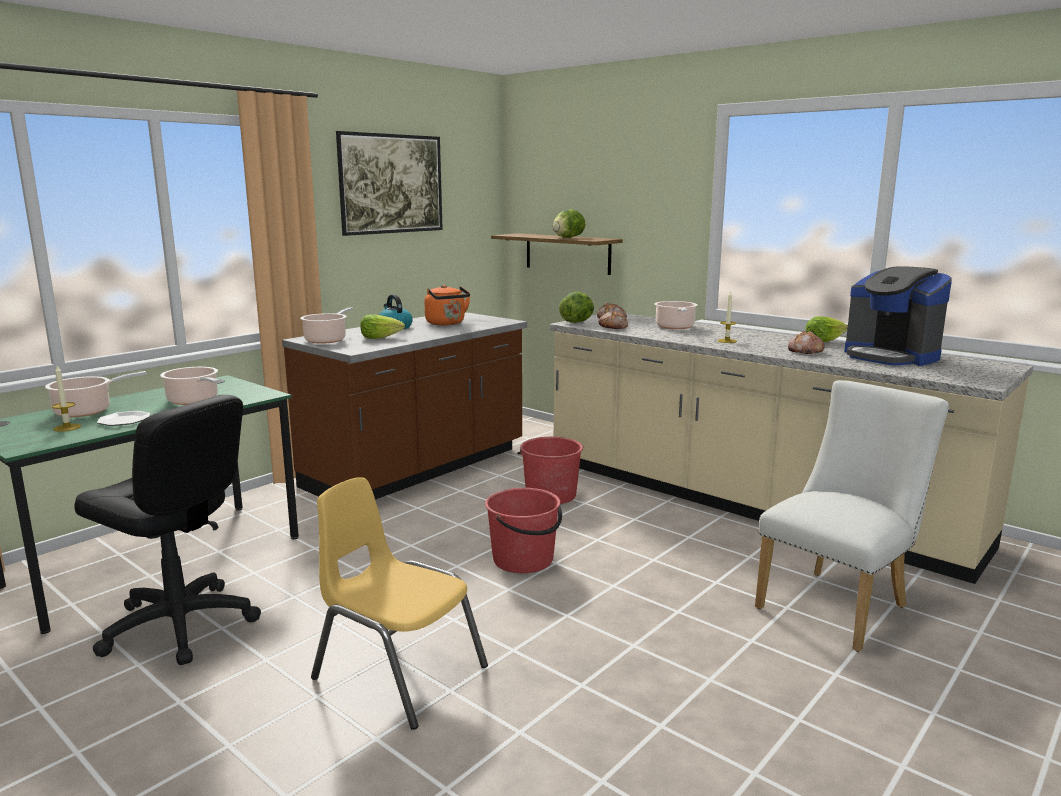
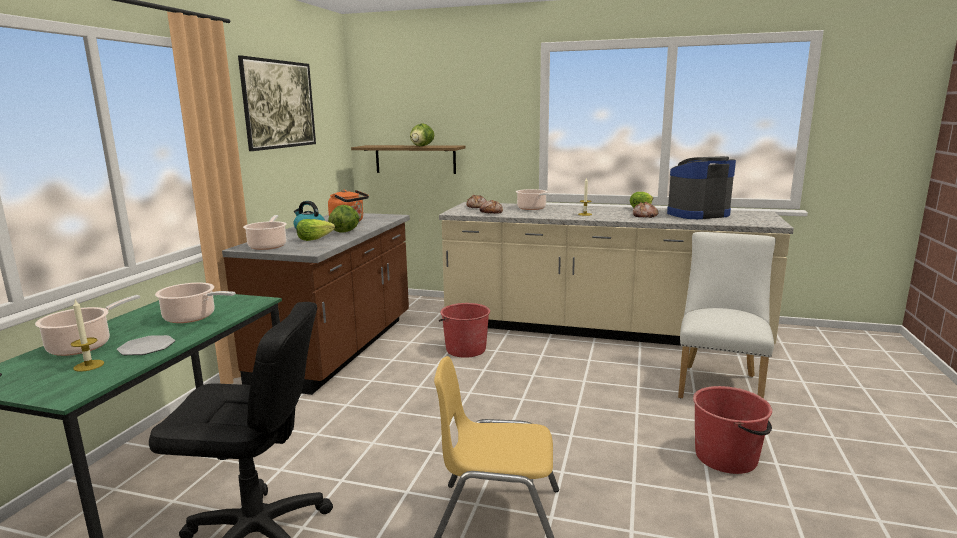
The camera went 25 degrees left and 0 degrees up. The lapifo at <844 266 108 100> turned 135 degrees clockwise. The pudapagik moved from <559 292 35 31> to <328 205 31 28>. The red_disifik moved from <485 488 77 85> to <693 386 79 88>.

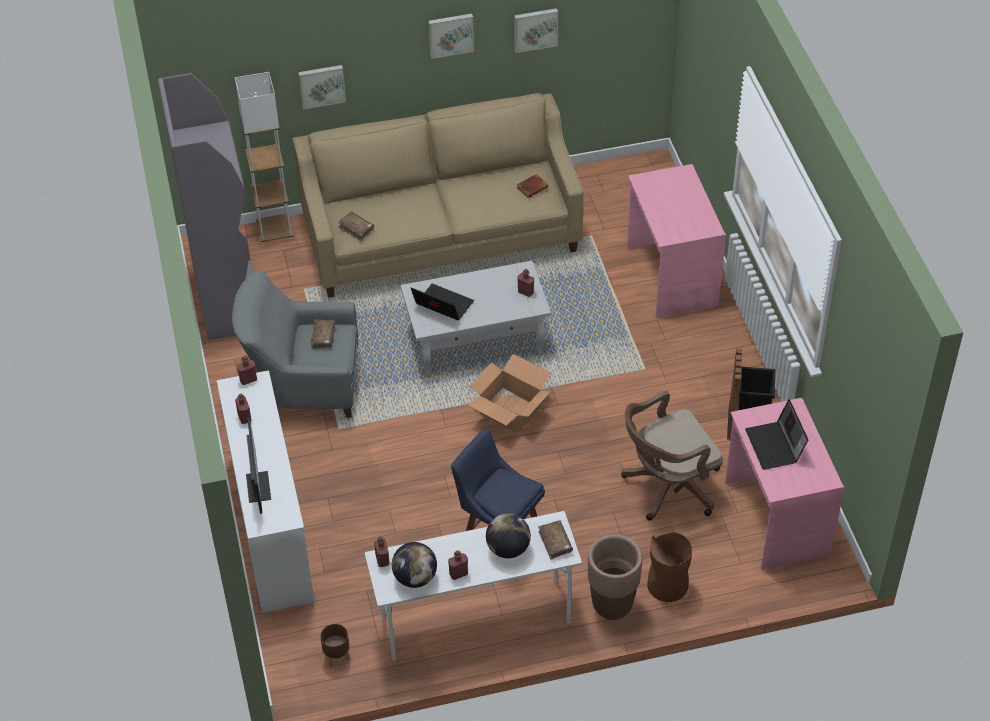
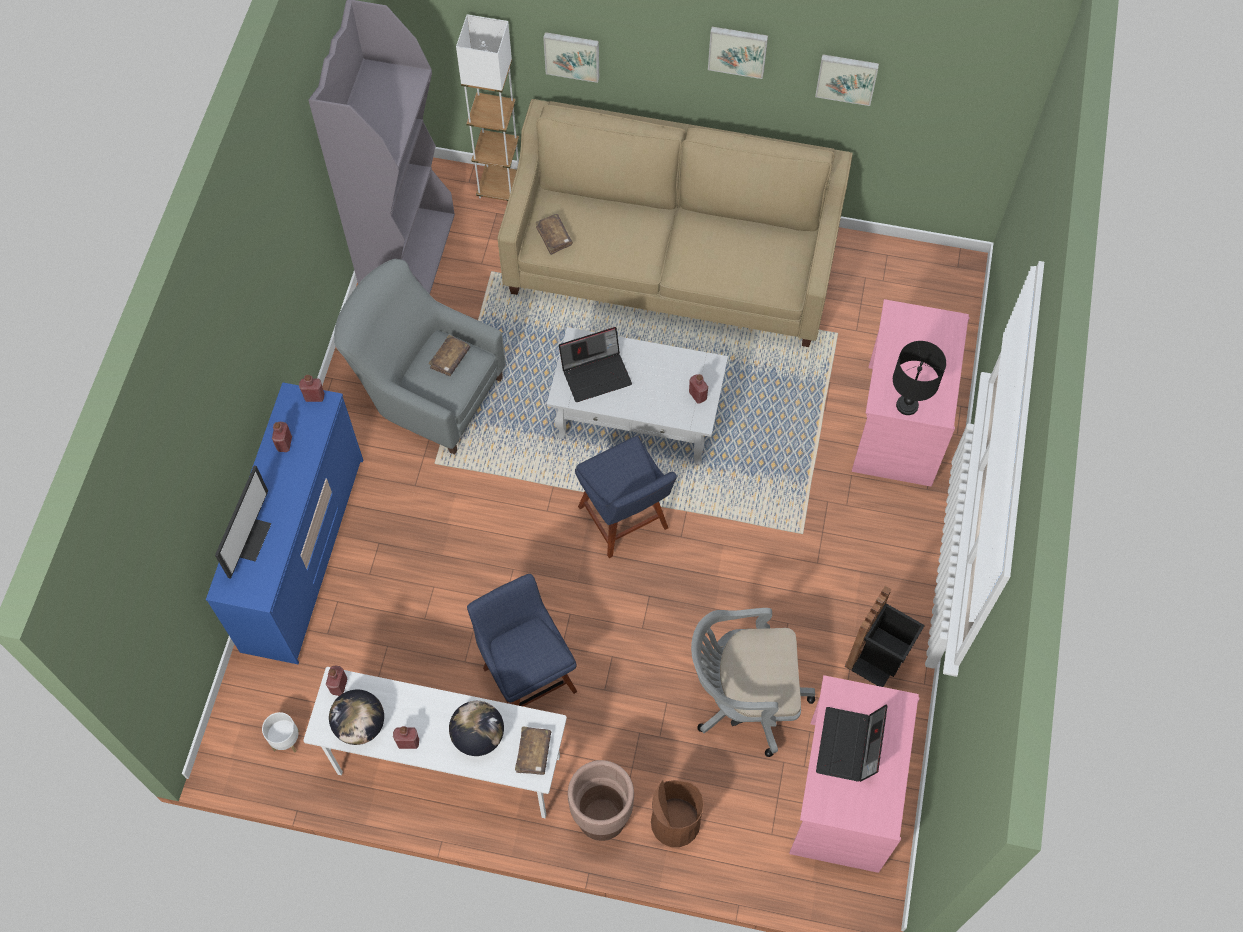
The camera went 25 degrees right and 15 degrees up. The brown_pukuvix at <516 174 32 24> disappeared. The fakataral at <411 284 63 36> turned 105 degrees clockwise. The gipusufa at <468 354 83 79> was replaced by the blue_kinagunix at <575 436 102 122>. The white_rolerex at <217 370 98 243> became the blue_rolerex at <206 382 157 282>. The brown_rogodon at <621 391 102 130> became the grey_rogodon at <691 608 124 149>. The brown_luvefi at <320 624 30 43> became the white_luvefi at <262 712 38 40>. The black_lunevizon at <893 341 53 74> appeared.

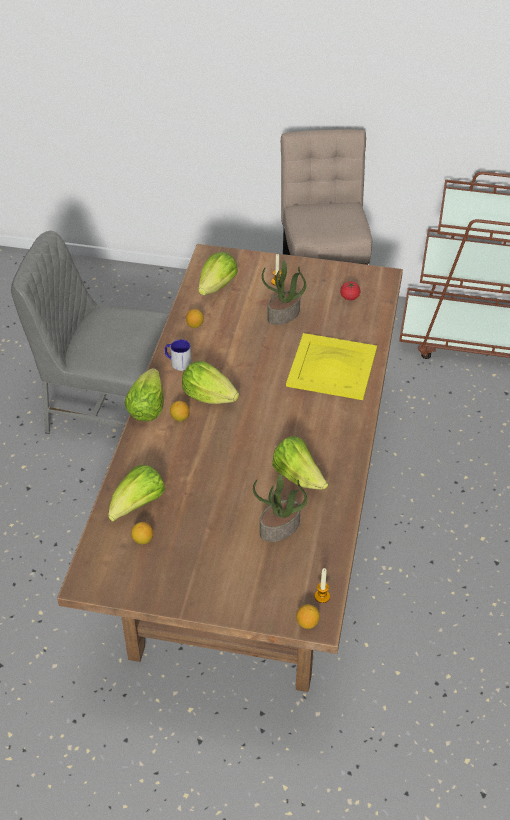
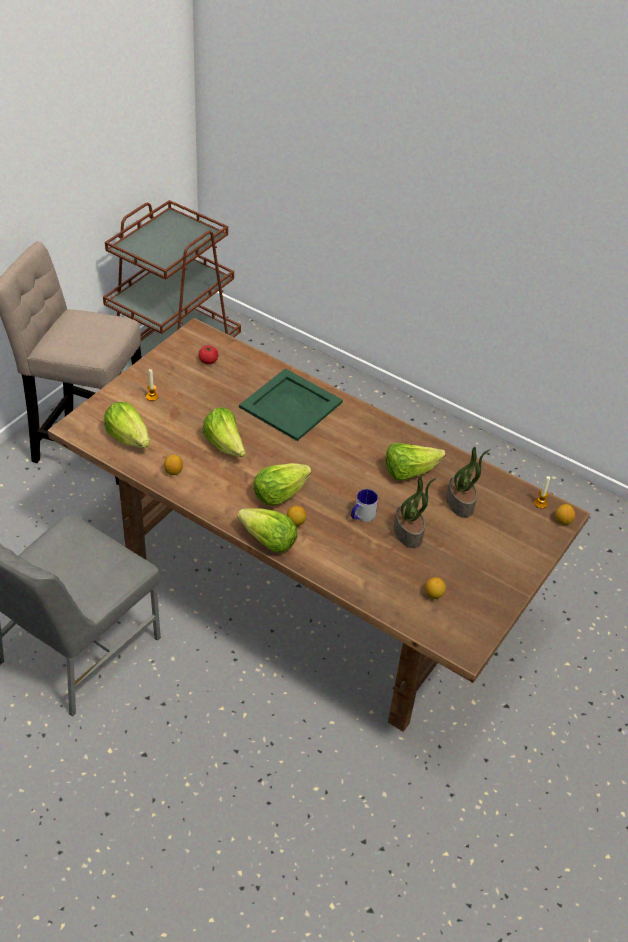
The camera went 70 degrees left and 0 degrees up. The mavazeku moved from <262 261 44 64> to <394 475 43 73>. The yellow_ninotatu at <286 333 91 67> became the green_ninotatu at <239 368 104 73>. The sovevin moved from <164 339 28 32> to <351 489 27 33>. The pudapagik moved from <108 465 57 57> to <203 407 43 50>.

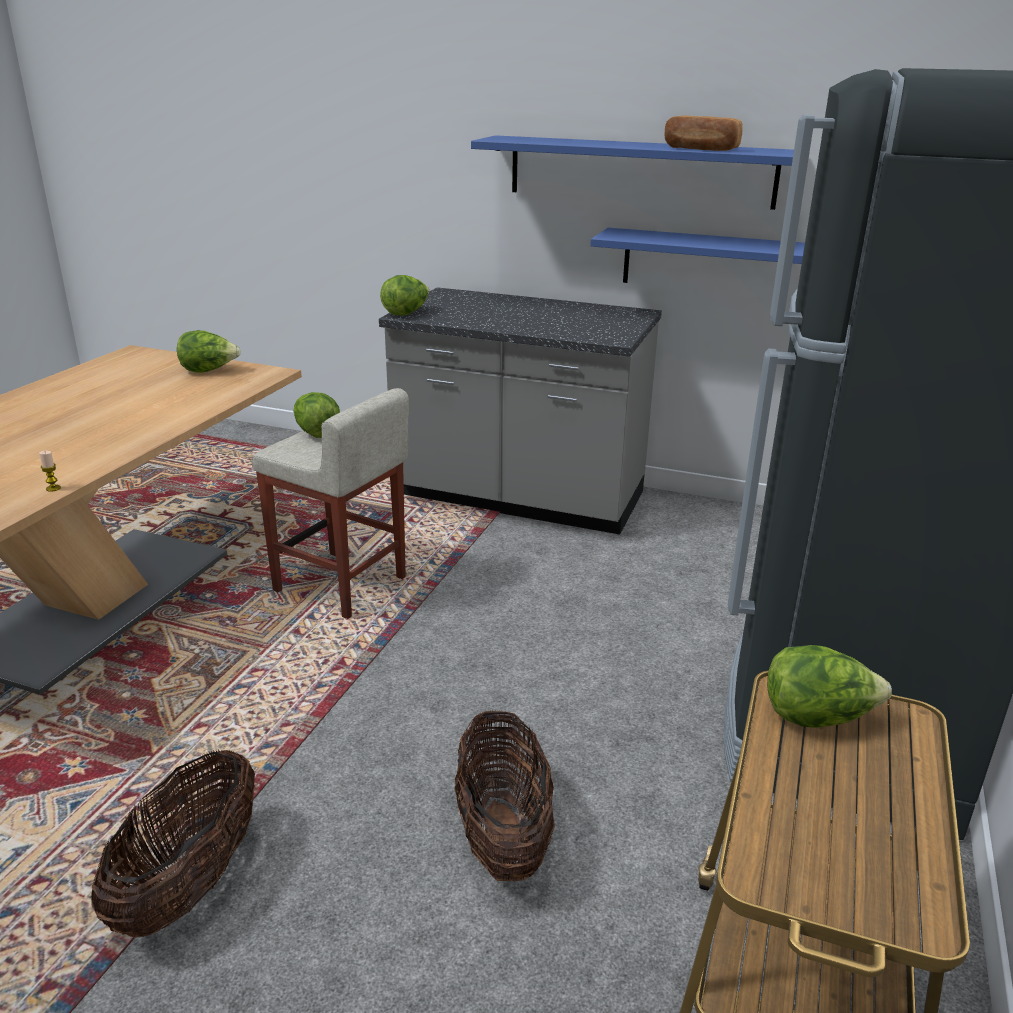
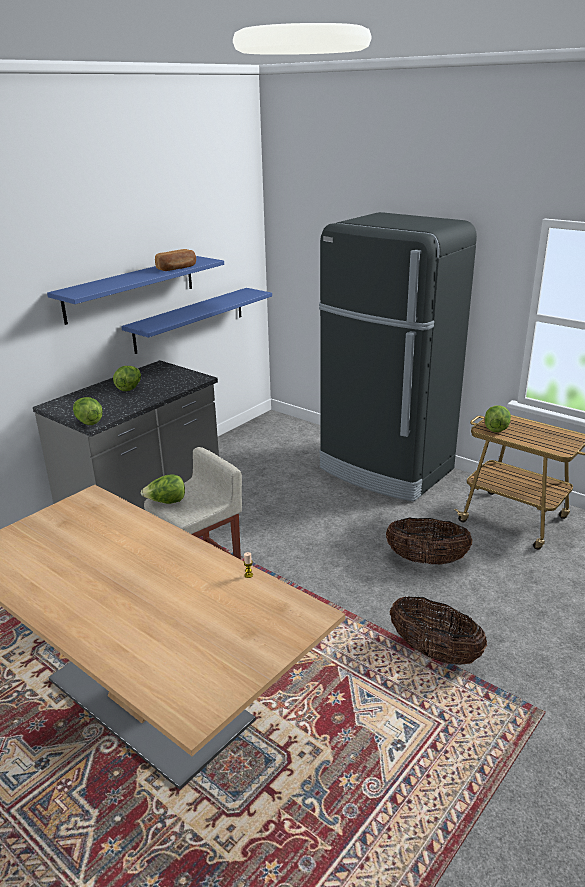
The camera went 70 degrees left and 0 degrees up. The pudapagik moved from <177 330 64 43> to <113 366 28 25>.

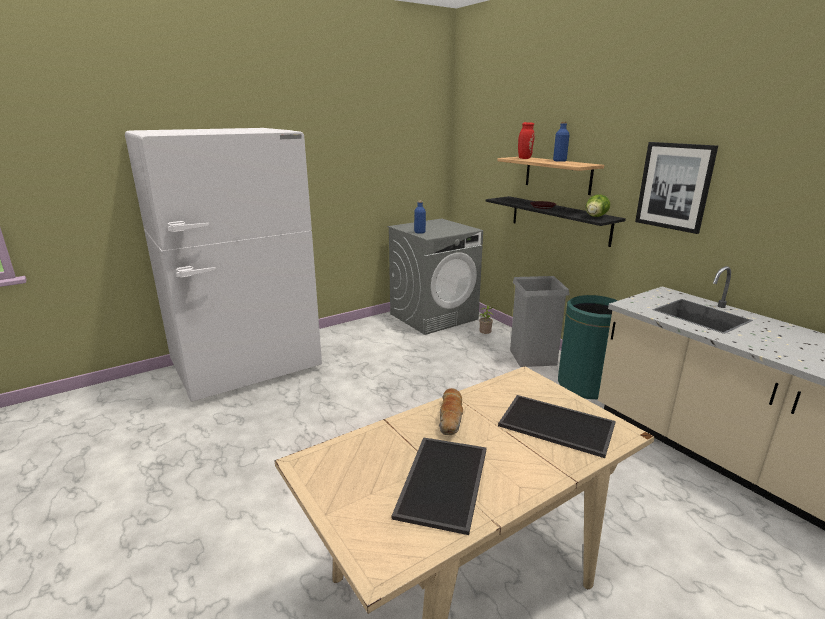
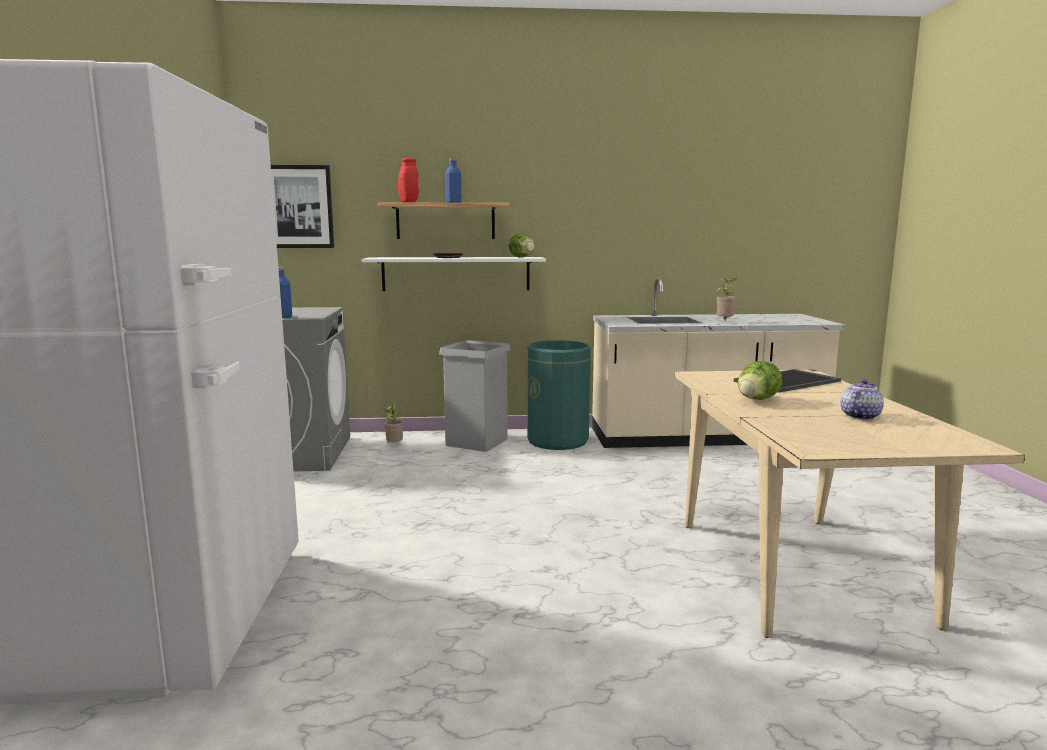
The camera went 60 degrees left and 10 degrees down. The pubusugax moved from <635 142 83 92> to <271 165 63 83>. The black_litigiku at <486 196 140 51> became the white_litigiku at <362 257 184 34>. The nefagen at <439 388 24 47> was replaced by the pudapagik at <738 361 44 39>. The ninotatu at <392 437 94 98> was replaced by the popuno at <840 379 44 41>. The mavazeku at <716 278 20 42> appeared.

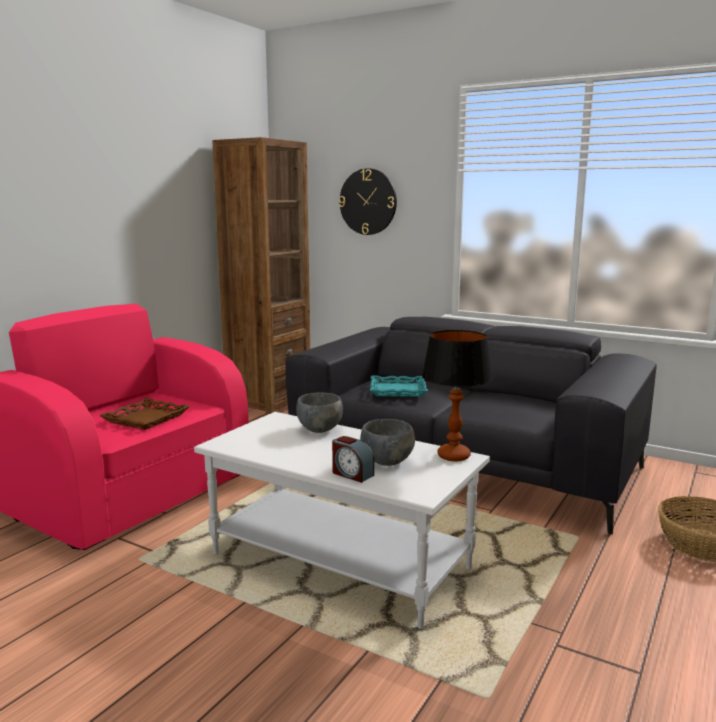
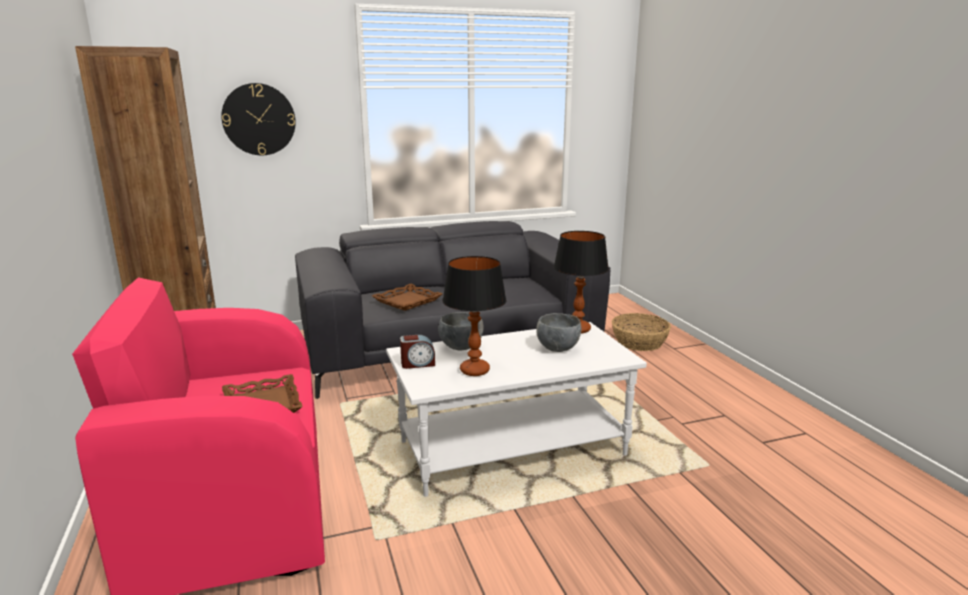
The camera went 50 degrees left and 5 degrees up. The turquoise_ninotatu at <370 376 58 21> became the brown_ninotatu at <372 284 70 27>. The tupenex moved from <332 436 42 47> to <400 335 35 34>. The lunevizon at <442 256 64 120> appeared.

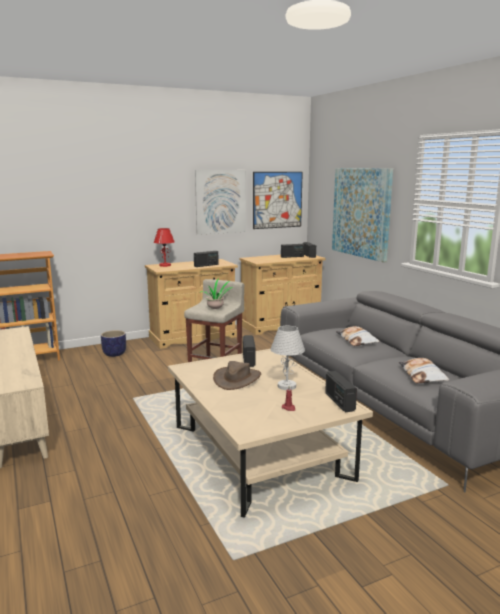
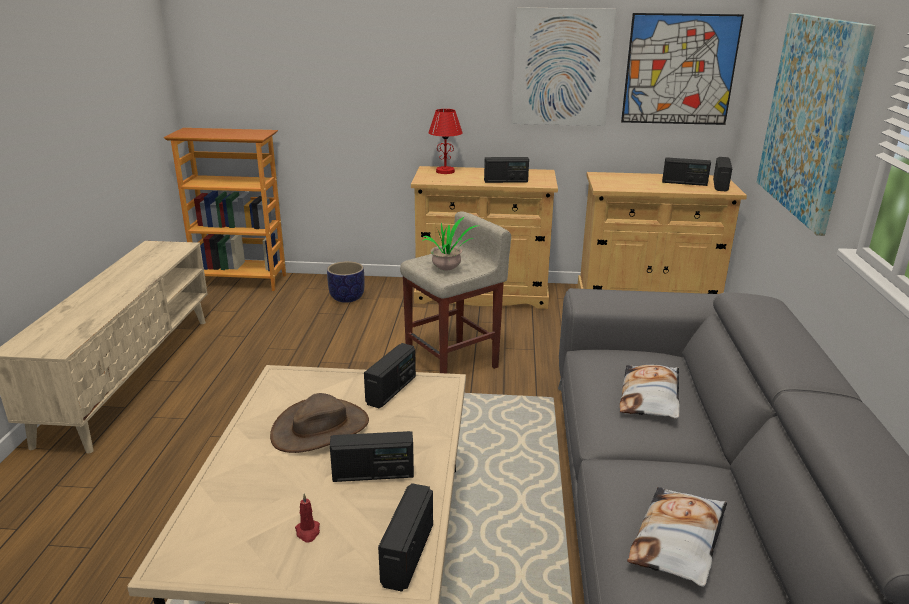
The camera went 30 degrees right and 10 degrees up. The white_lunevizon at <270 326 35 64> was replaced by the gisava at <330 431 84 51>.

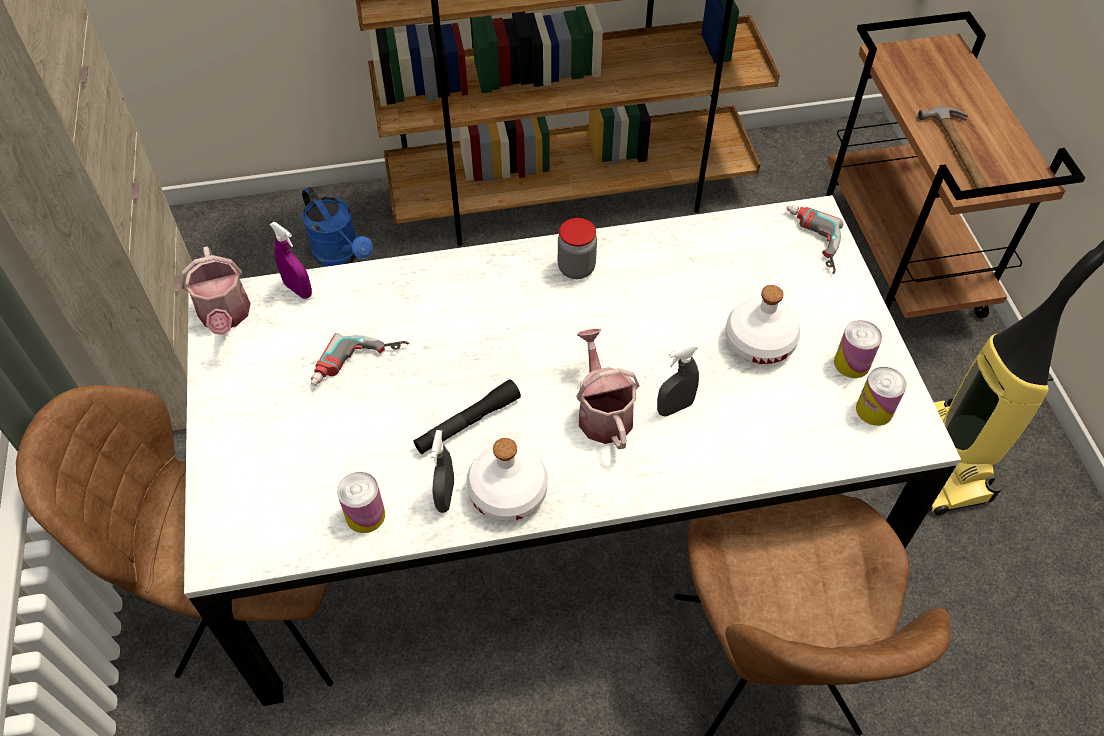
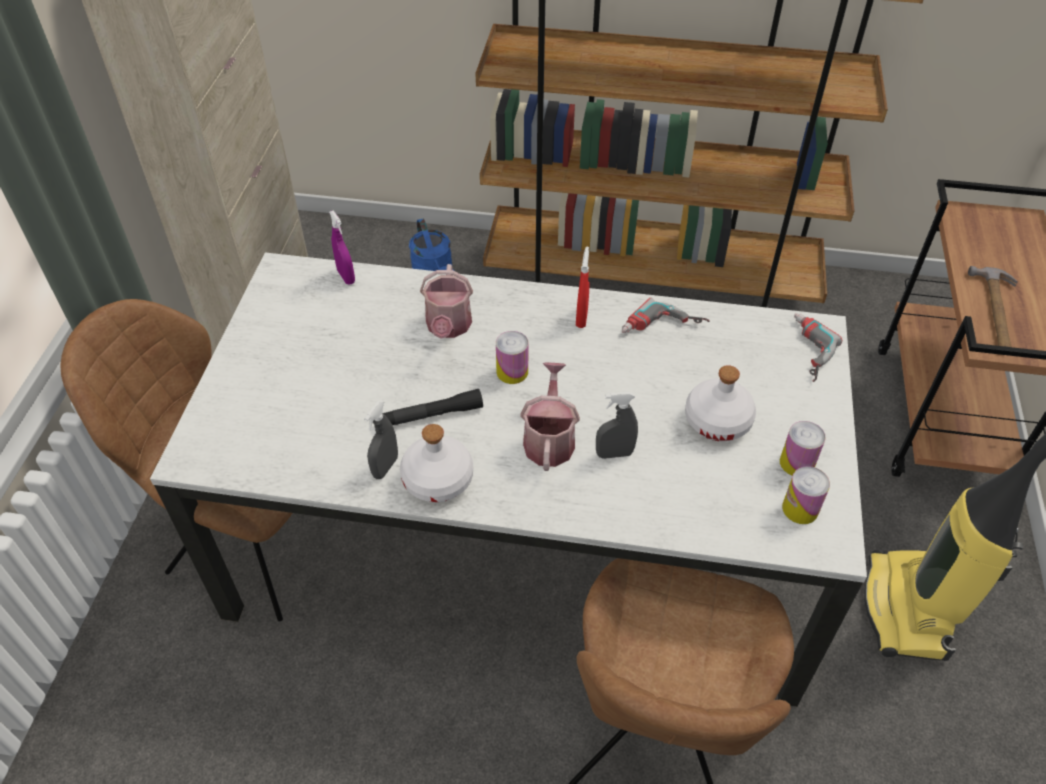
The camera went 20 degrees right and 5 degrees down. The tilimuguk at <558 218 39 61> was replaced by the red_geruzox at <576 247 14 81>. The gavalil moved from <181 247 70 88> to <420 264 53 75>. The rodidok moved from <311 333 99 53> to <622 298 88 35>. The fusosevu moved from <337 472 48 61> to <496 331 32 53>.

